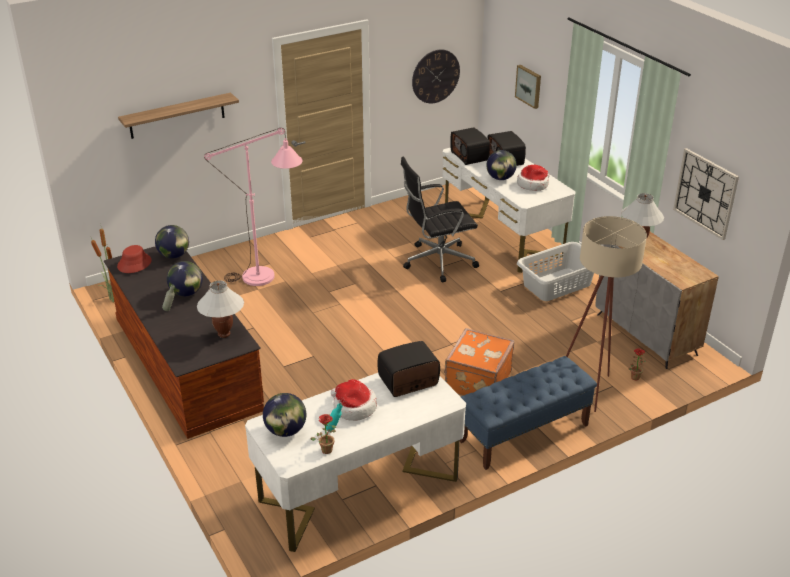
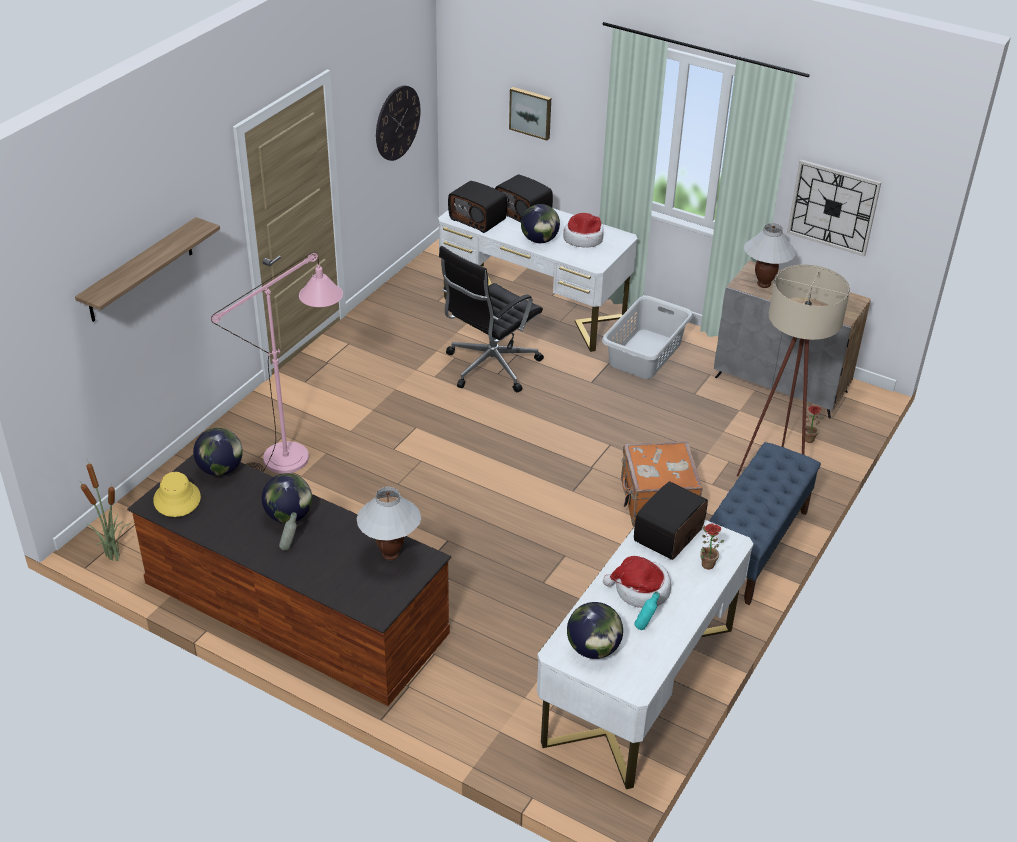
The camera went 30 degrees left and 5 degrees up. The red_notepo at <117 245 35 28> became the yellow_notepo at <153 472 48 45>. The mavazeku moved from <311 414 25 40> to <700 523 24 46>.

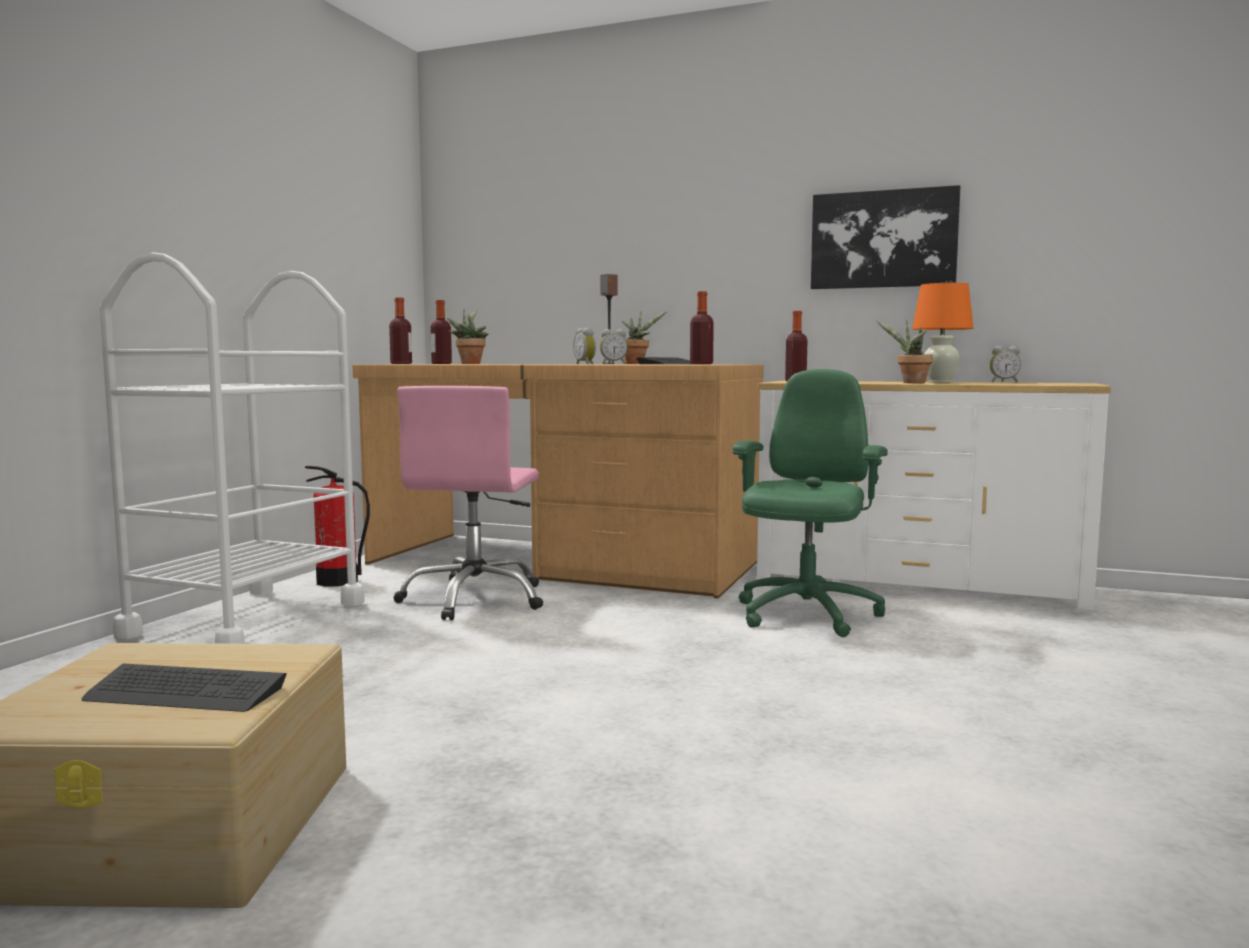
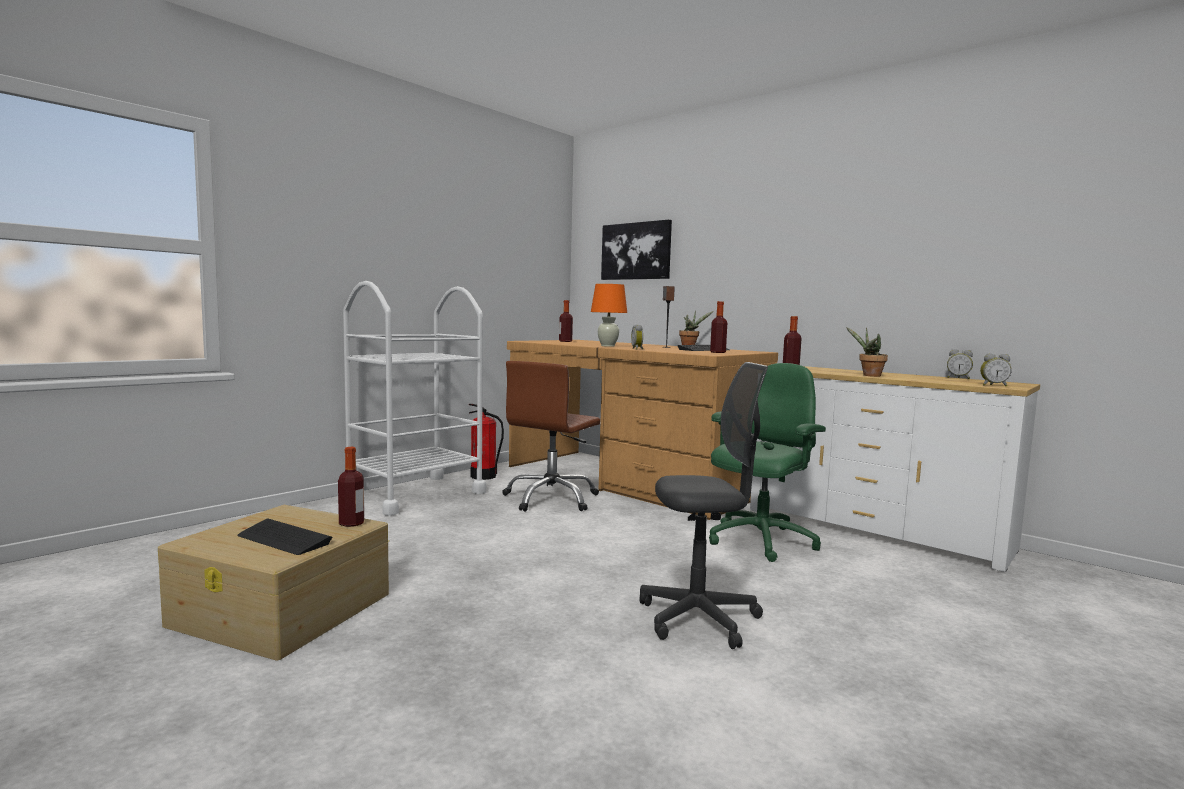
The camera went 20 degrees right and 0 degrees up. The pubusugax moved from <811 185 149 104> to <601 220 71 60>. The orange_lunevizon moved from <912 283 62 100> to <591 284 36 63>. The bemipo moved from <389 297 23 67> to <338 447 26 80>. The mavazeku at <447 309 42 55> disappeared. The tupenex moved from <600 329 28 35> to <980 353 32 34>. The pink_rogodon at <393 386 150 234> became the brown_rogodon at <502 361 98 151>. The grey_rogodon at <639 362 129 287> appeared.

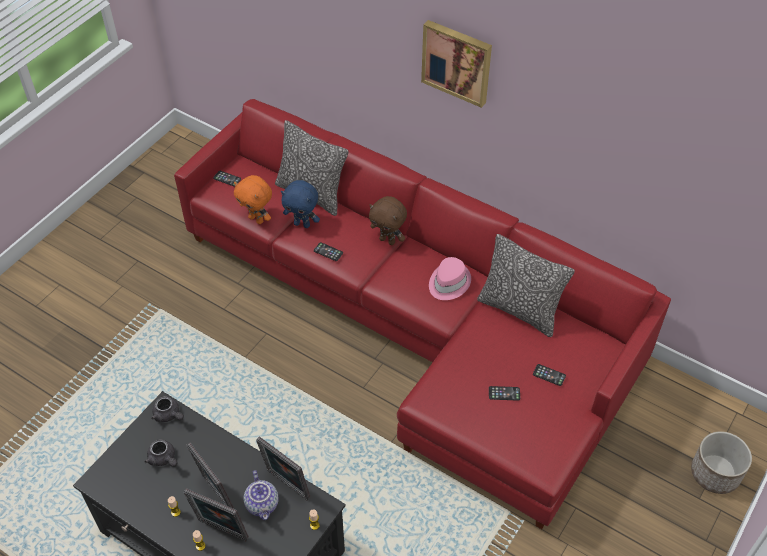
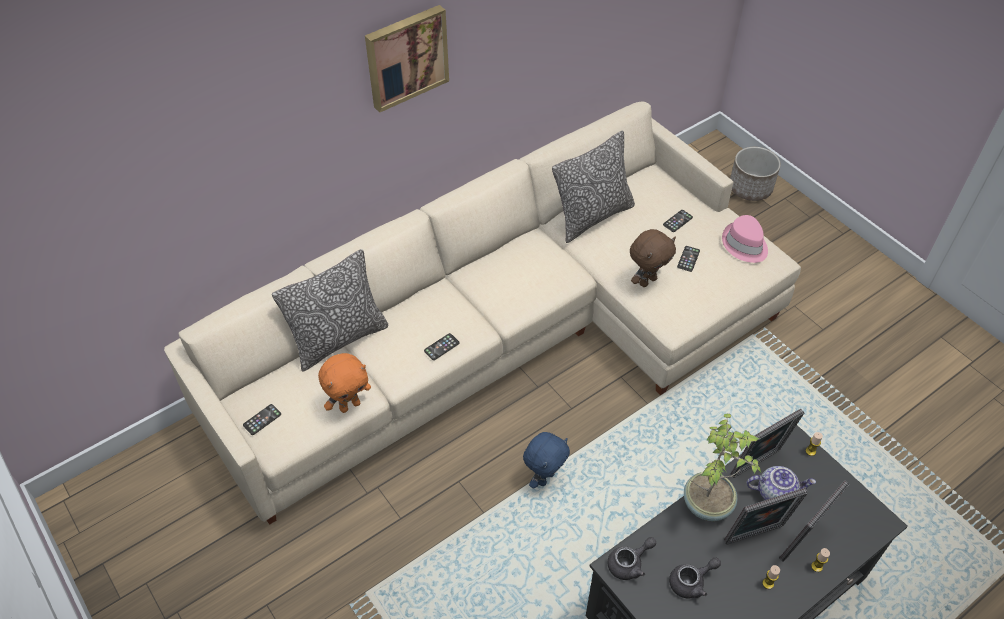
The camera went 70 degrees left and 0 degrees up. The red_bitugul at <174 99 497 430> became the beige_bitugul at <164 101 637 424>. The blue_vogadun moved from <281 180 39 48> to <523 432 47 57>. The brown_vogadun moved from <369 196 38 49> to <630 229 46 58>. The pink_notepo moved from <429 257 42 43> to <722 215 46 48>. The mavazeku at <684 413 77 108> appeared.

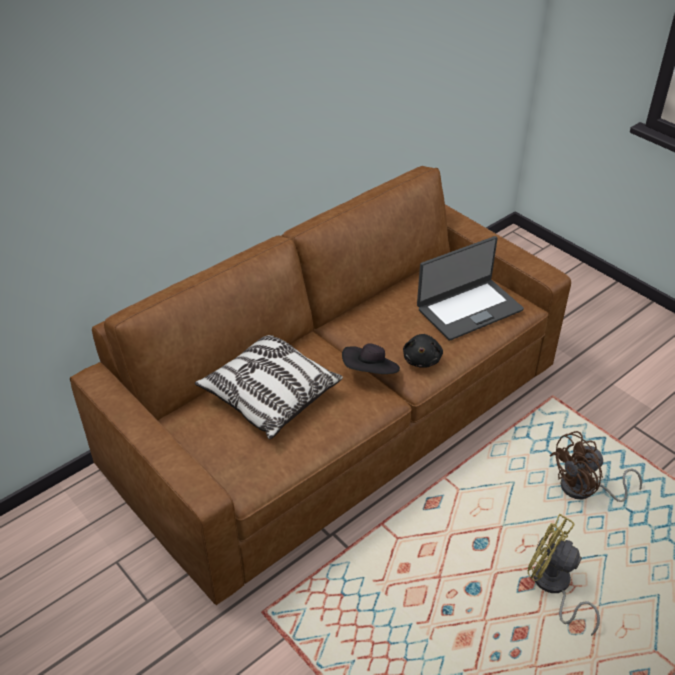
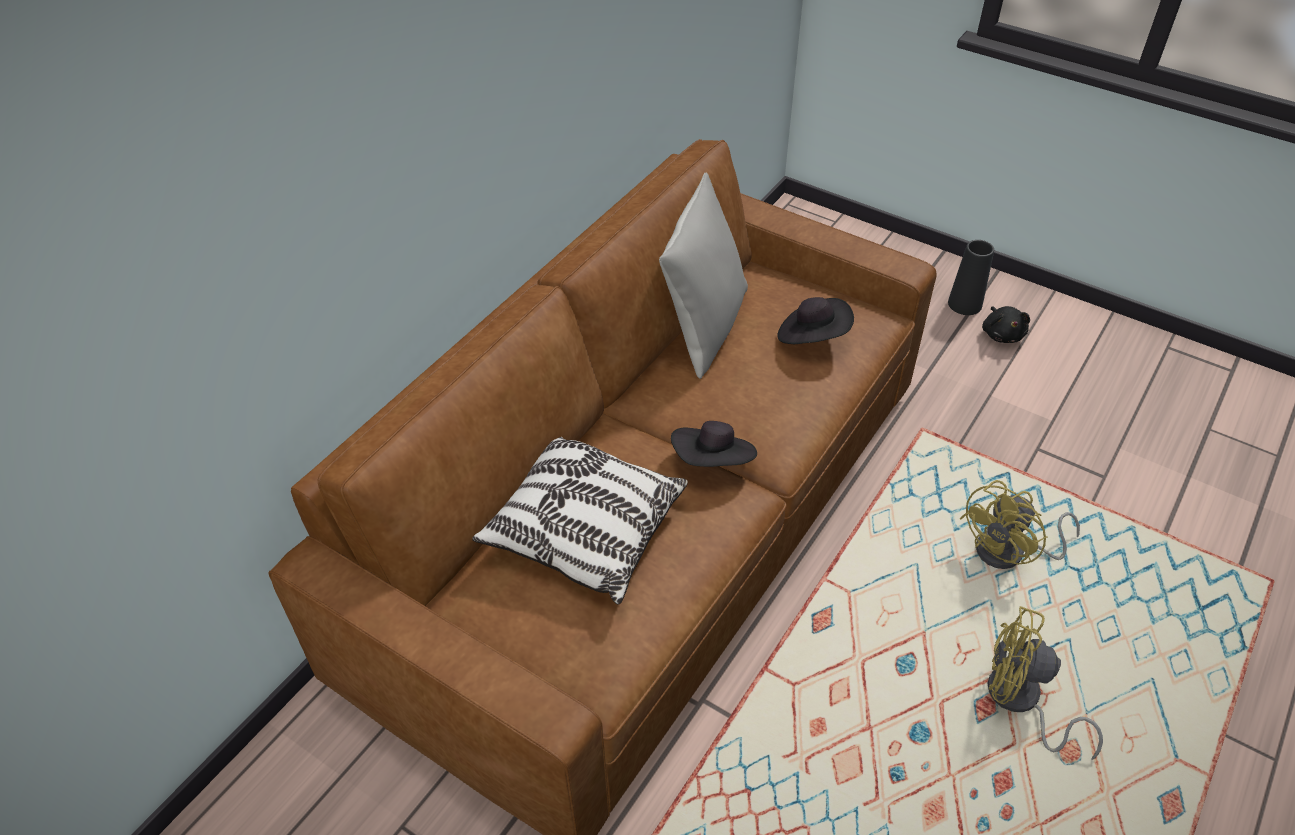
The camera went 15 degrees left and 5 degrees up. The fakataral at <417 236 107 105> was replaced by the black_notepo at <777 297 77 47>. The black_vogadun moved from <403 334 40 34> to <982 306 48 37>. The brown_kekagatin at <550 431 92 71> became the yellow_kekagatin at <960 480 120 89>. The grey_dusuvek at <659 173 89 206> appeared. The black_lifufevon at <948 240 46 75> appeared.

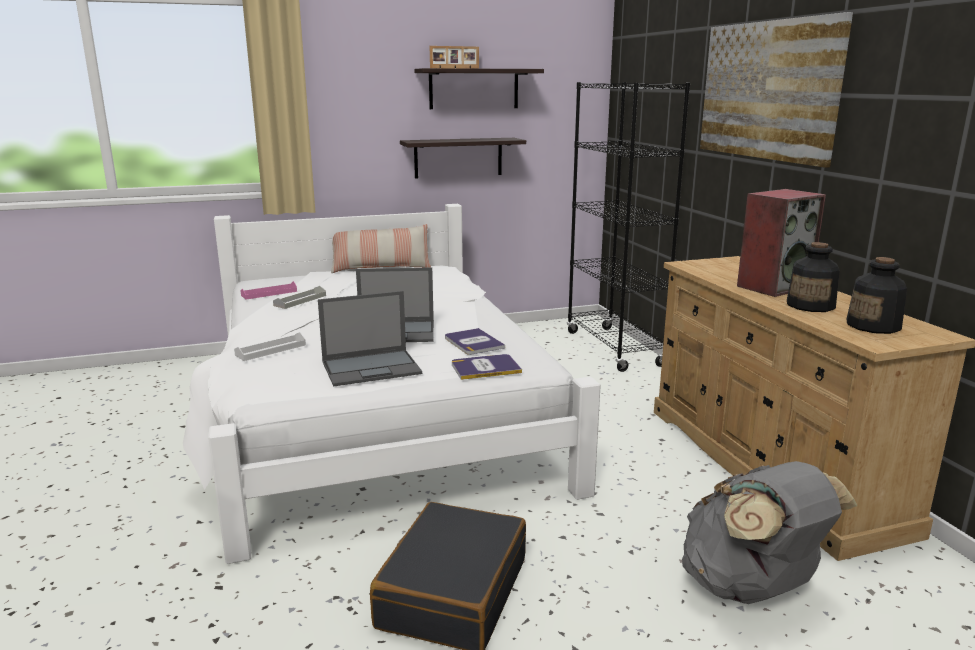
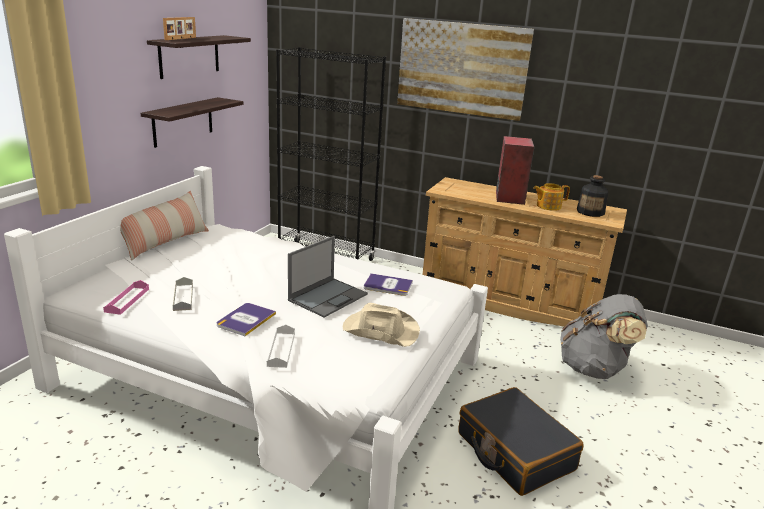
The camera went 50 degrees left and 5 degrees up. The bemipo at <787 242 53 70> was replaced by the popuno at <533 183 37 28>. The fakataral at <318 291 104 96> was replaced by the beige_notepo at <343 303 77 44>. The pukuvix moved from <452 354 70 26> to <217 303 59 33>.

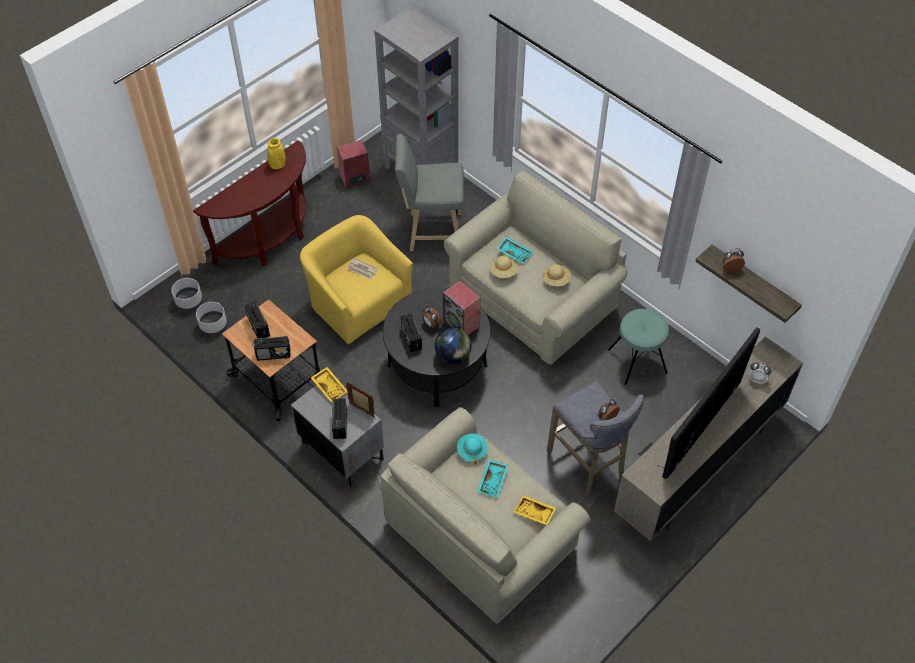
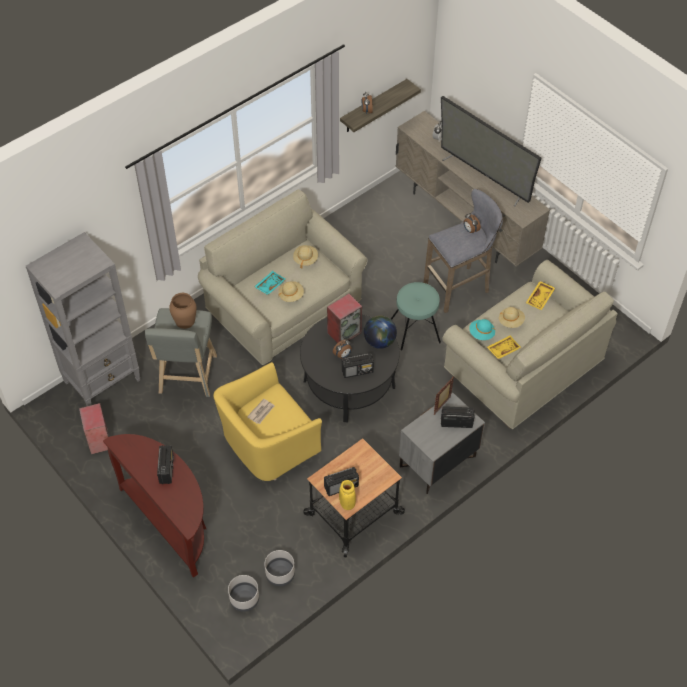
The camera went 85 degrees left and 0 degrees up. The yellow_lifufevon moved from <267 138 18 31> to <339 480 17 30>. The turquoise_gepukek moved from <608 309 61 76> to <391 282 50 68>. The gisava moved from <254 336 37 25> to <157 445 17 39>. The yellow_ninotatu moved from <311 367 36 36> to <487 335 35 24>. The turquoise_ninotatu at <477 459 32 39> was replaced by the beige_notepo at <499 307 26 21>. The brown_lifufevon at <169 293 28 36> appeared.

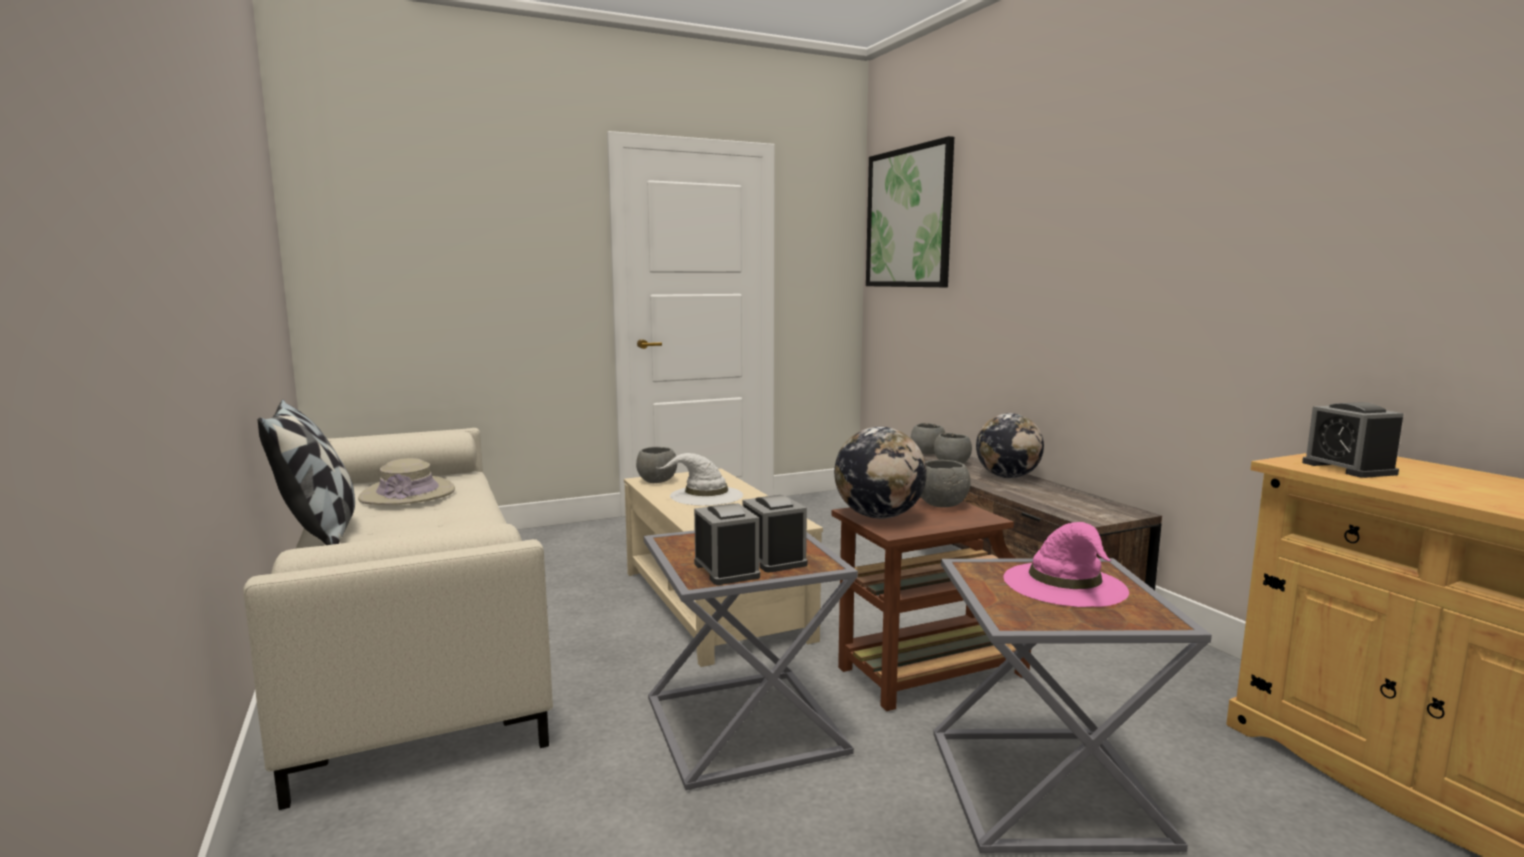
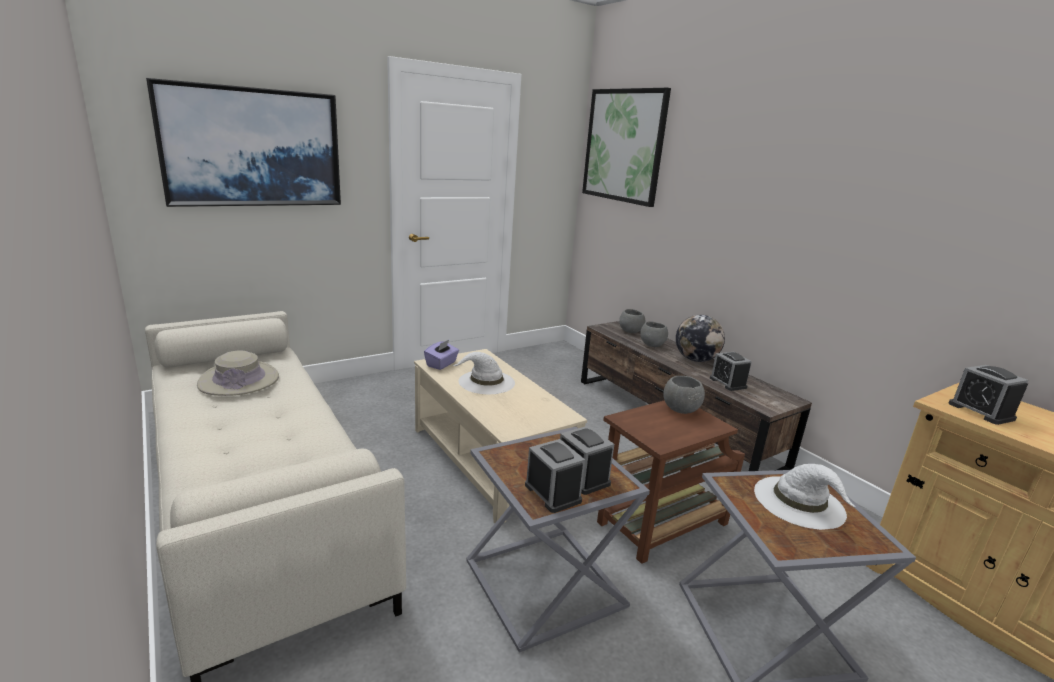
The camera went 10 degrees left and 10 degrees up. The dusuvek at <258 400 97 145> disappeared. The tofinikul at <834 427 93 92> disappeared. The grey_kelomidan at <636 447 41 36> was replaced by the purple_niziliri at <424 339 35 31>. The pink_notepo at <1003 522 126 85> became the white_notepo at <754 464 102 66>. The pubusugax at <146 78 195 129> appeared. The tupenex at <710 352 42 39> appeared.

